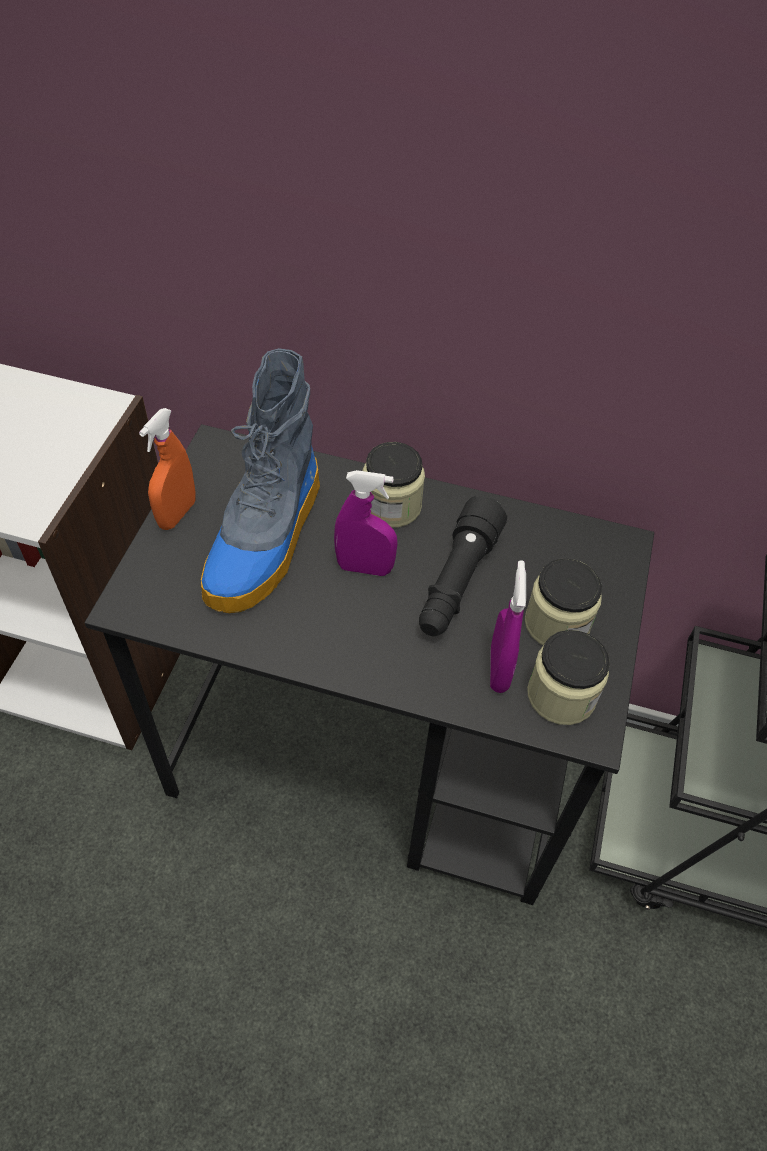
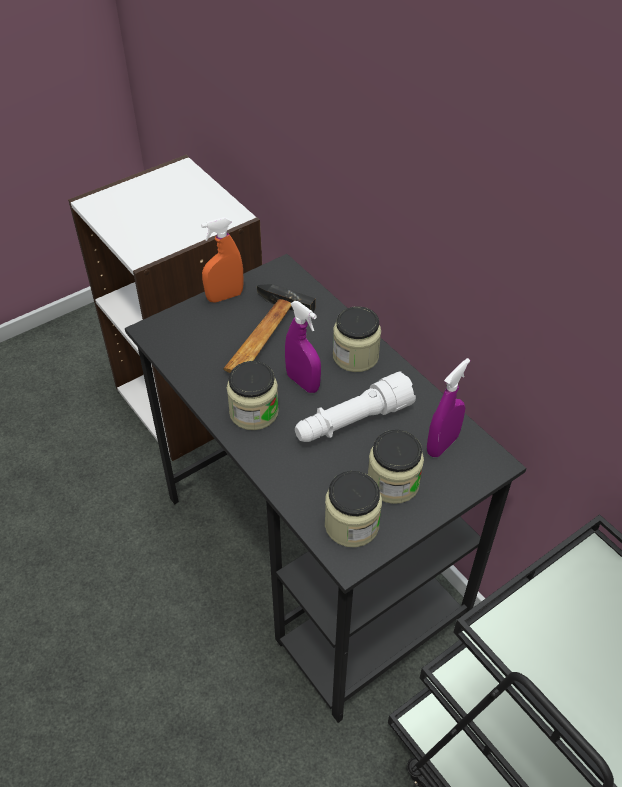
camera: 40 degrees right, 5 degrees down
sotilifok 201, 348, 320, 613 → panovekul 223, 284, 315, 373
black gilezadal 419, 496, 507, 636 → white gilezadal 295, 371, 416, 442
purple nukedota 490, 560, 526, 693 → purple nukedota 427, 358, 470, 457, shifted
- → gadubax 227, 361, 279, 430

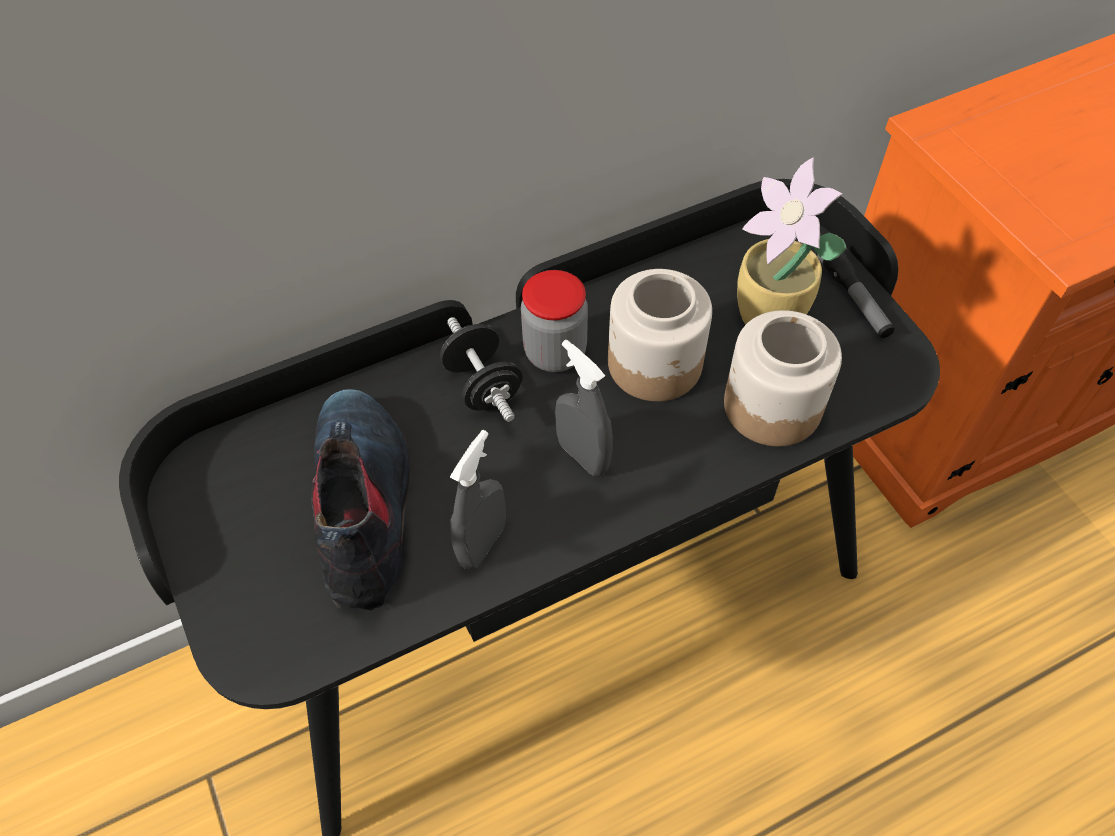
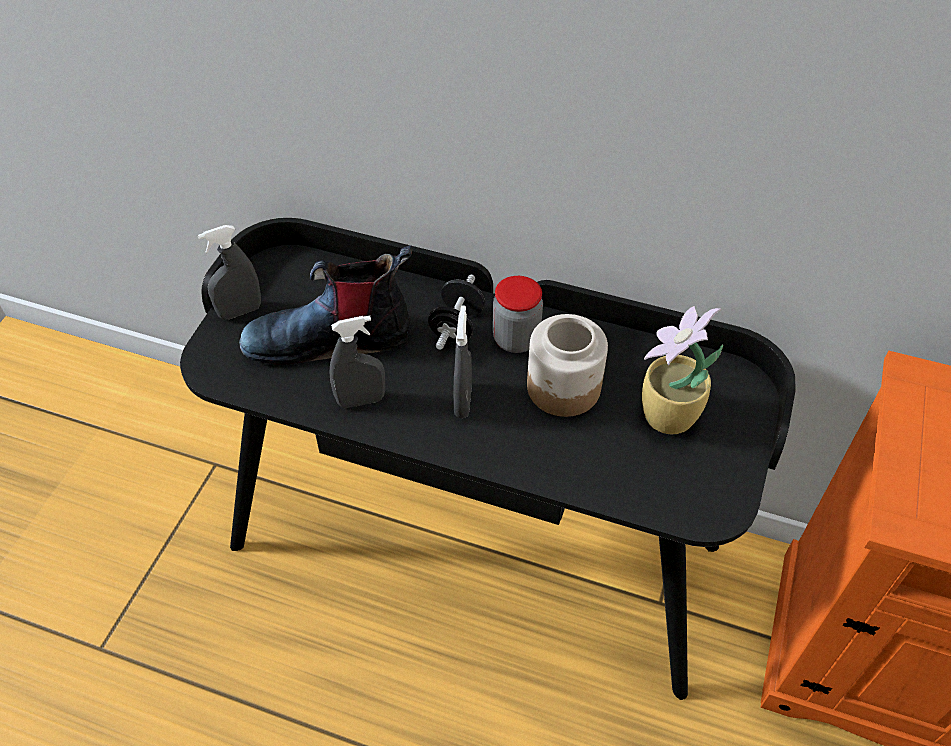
camera: 45 degrees right, 5 degrees down
sotilifok 311, 389, 410, 611 → sotilifok 239, 245, 413, 365, 135 degrees counterclockwise
gadubax 724, 310, 842, 446 → -
gilezadal 816, 252, 895, 338 → -
- → grey nukedota 198, 225, 261, 320

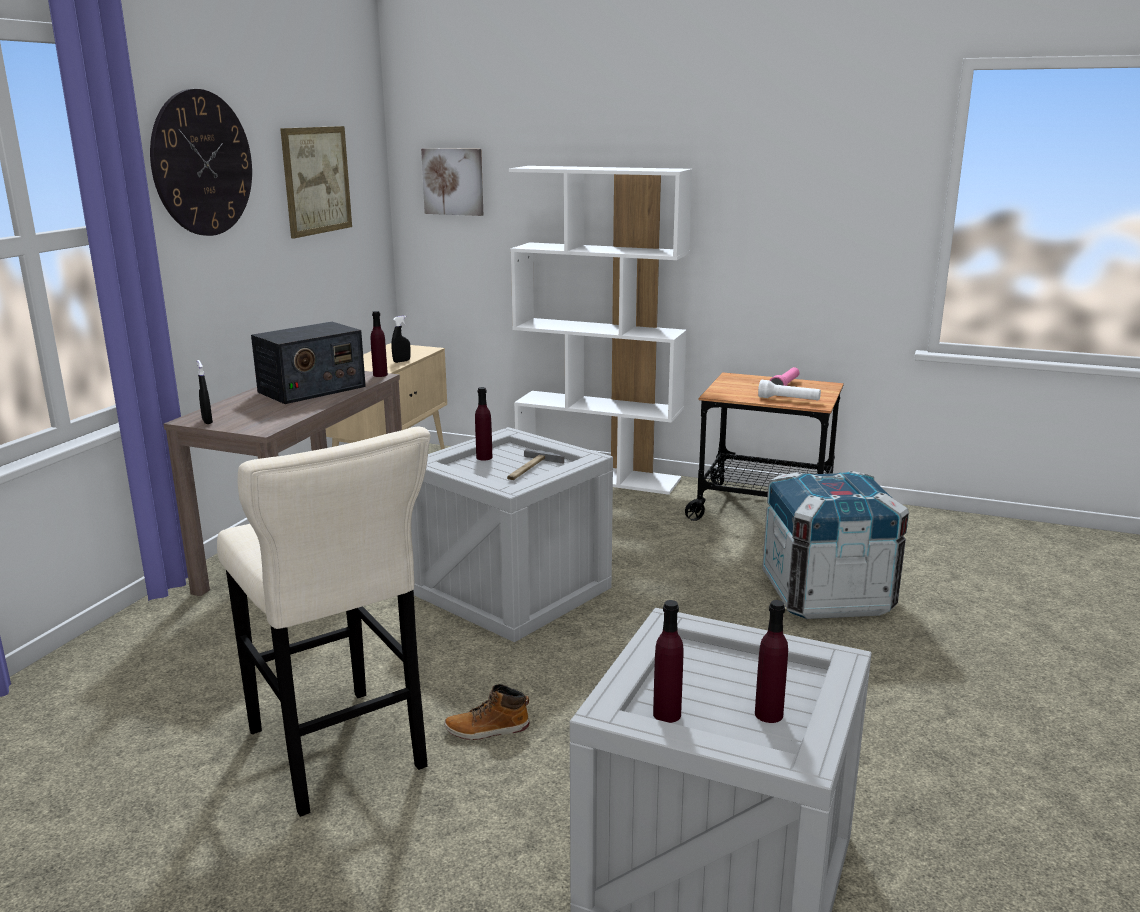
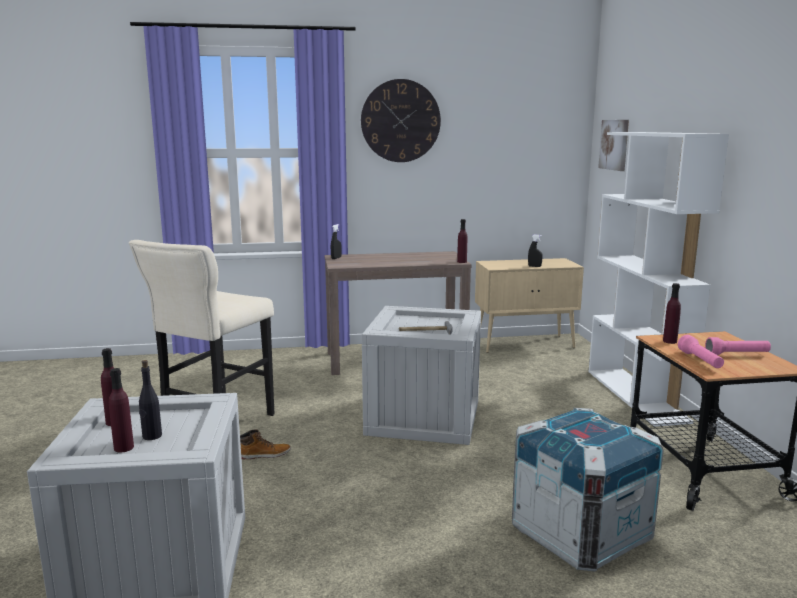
camera: 60 degrees right, 5 degrees down
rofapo 251, 322, 366, 404 → -
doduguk 280, 126, 352, 238 → -
sotilifok 444, 684, 529, 740 → sotilifok 240, 430, 291, 460, 120 degrees clockwise
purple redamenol 475, 387, 492, 460 → purple redamenol 663, 283, 681, 344, shifted
white gilezadal 758, 380, 821, 400 → pink gilezadal 678, 335, 724, 368
- → black redamenol 139, 360, 162, 440

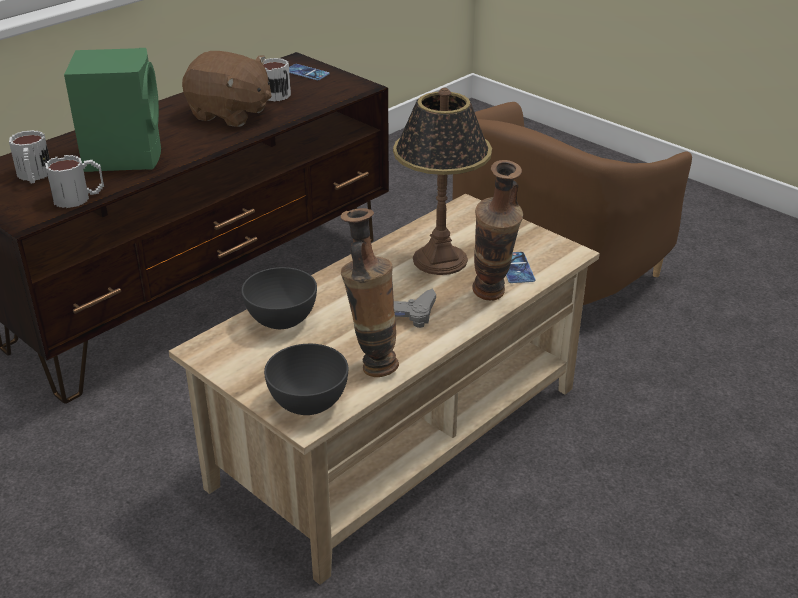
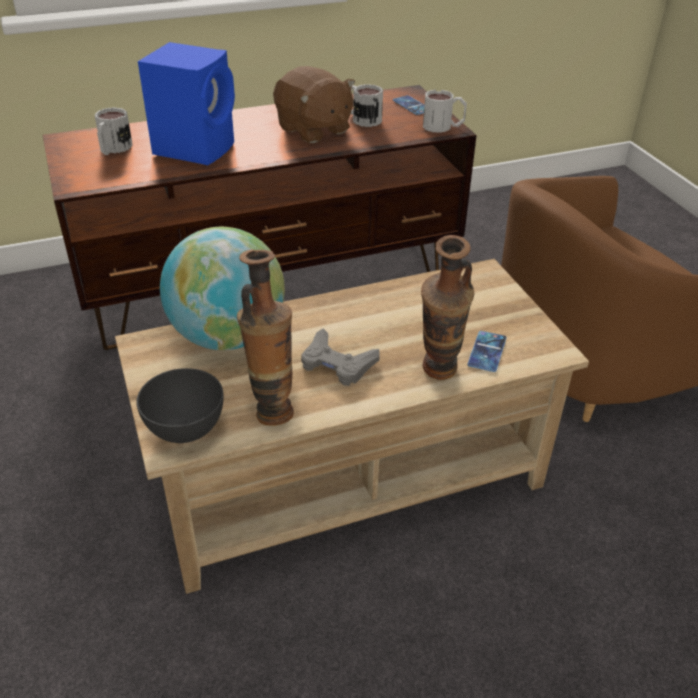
camera: 25 degrees right, 5 degrees up
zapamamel 45, 155, 104, 208 → zapamamel 423, 90, 467, 133, shifted
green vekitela 64, 48, 161, 172 → blue vekitela 138, 42, 235, 165
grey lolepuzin 242, 267, 317, 329 → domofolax 160, 227, 285, 350
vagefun 393, 88, 492, 275 → -

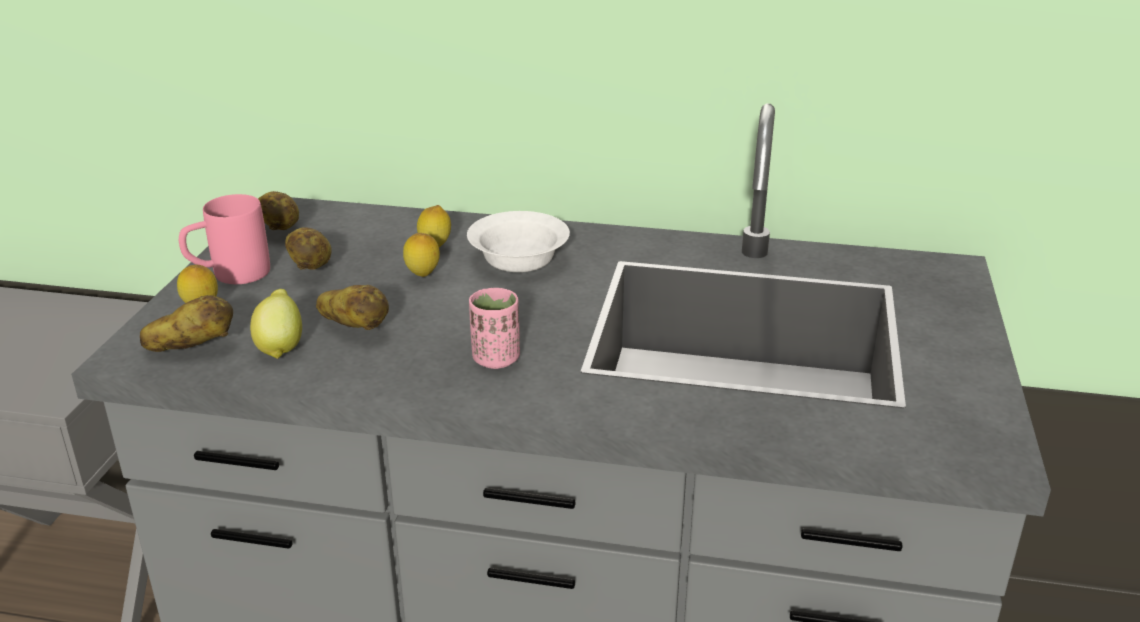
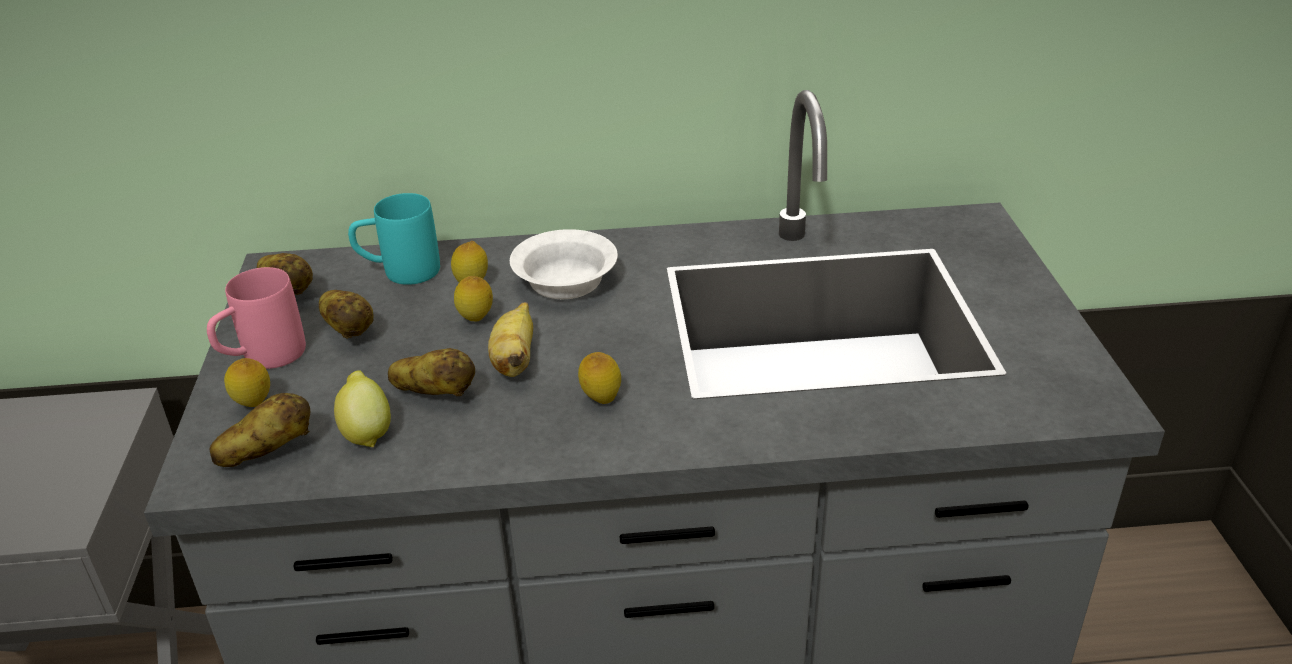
camera: 15 degrees left, 5 degrees up
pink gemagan 469, 288, 520, 369 → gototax 578, 352, 621, 404
- → turquoise zapamamel 348, 193, 440, 285
- → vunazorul 488, 302, 533, 377

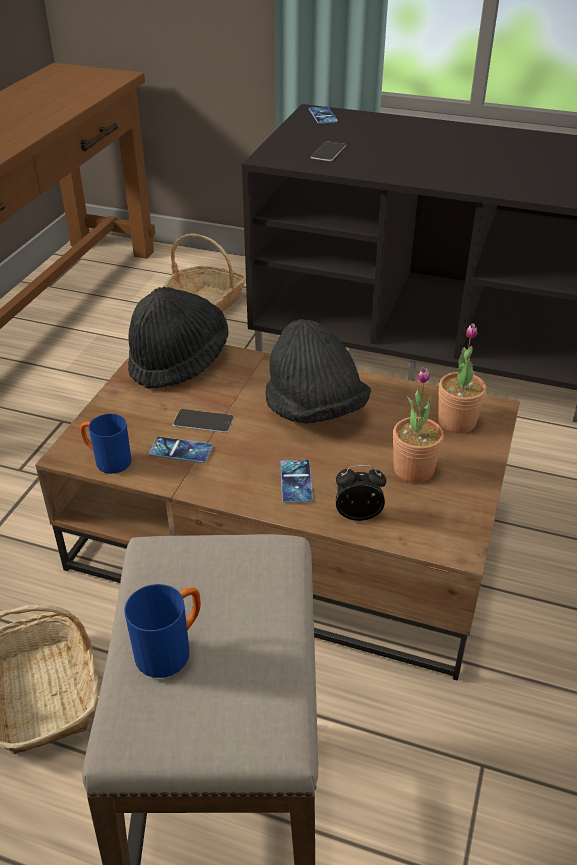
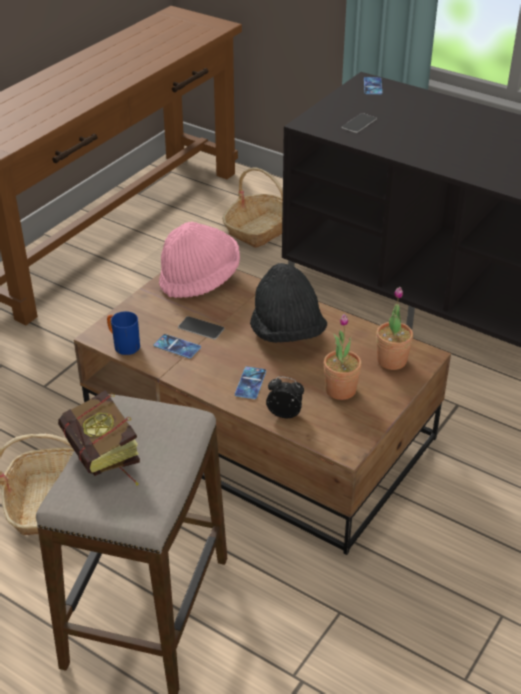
camera: 15 degrees right, 0 degrees up
blue zapamamel 124, 584, 201, 678 → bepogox 58, 390, 140, 486
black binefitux 128, 286, 228, 389 → pink binefitux 159, 222, 240, 298

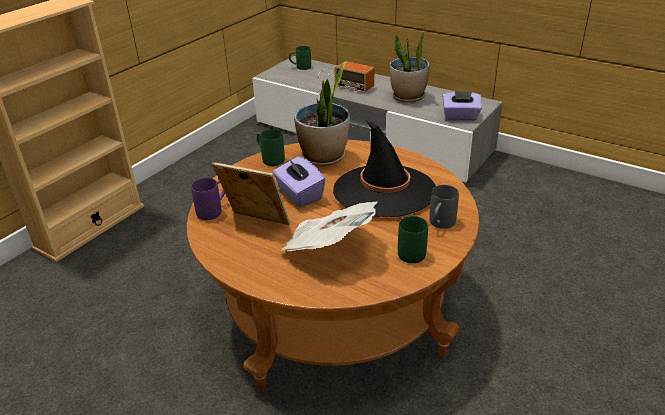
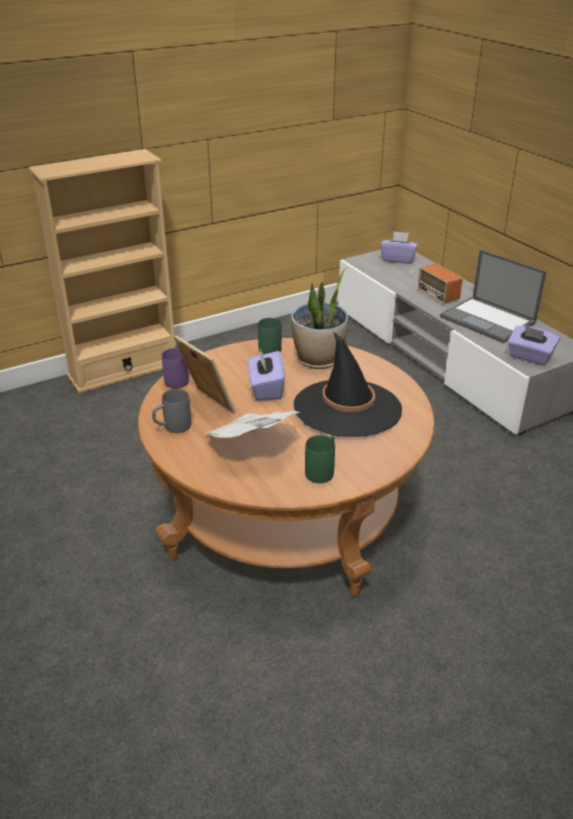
camera: 25 degrees right, 0 degrees up
green zapamamel 289, 46, 311, 70 → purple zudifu 380, 231, 418, 264
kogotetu 390, 30, 429, 102 → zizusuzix 440, 249, 546, 343
grey zapamamel 429, 185, 459, 229 → grey zapamamel 152, 389, 191, 433, shifted

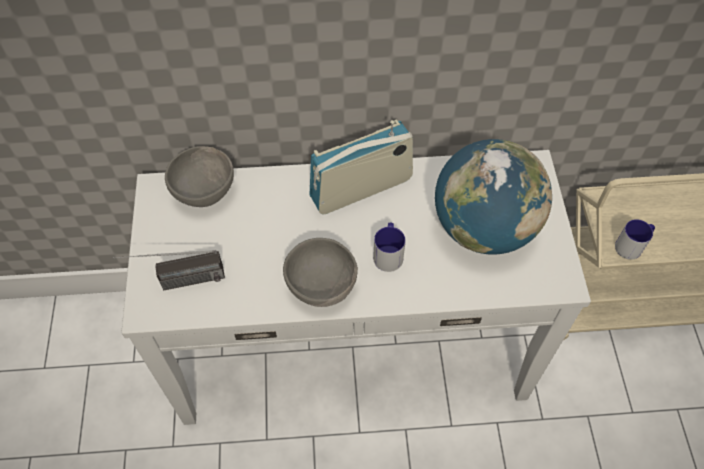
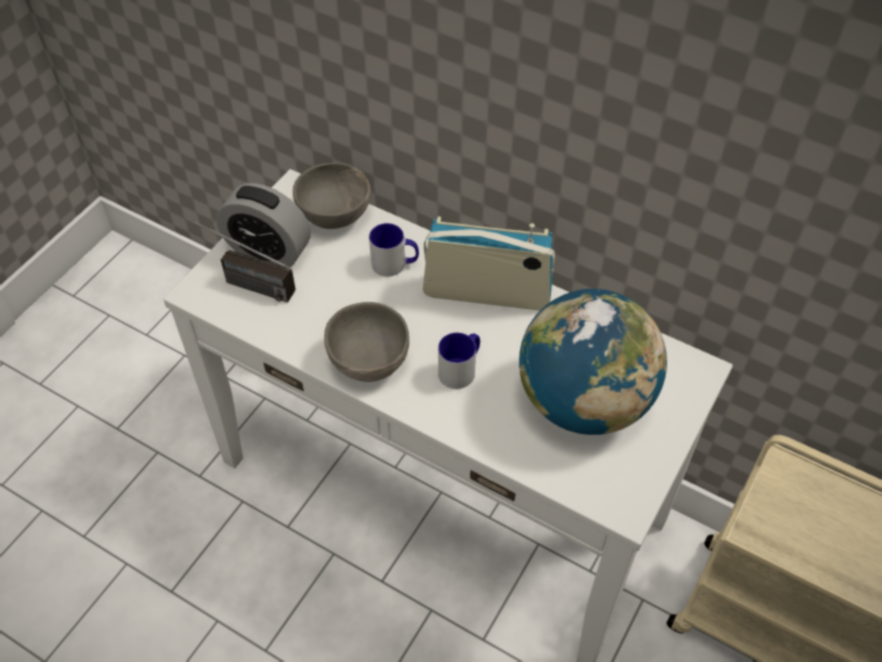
camera: 35 degrees right, 5 degrees down
zapamamel 615, 219, 655, 260 → zapamamel 369, 223, 419, 277, shifted
- → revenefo 216, 183, 311, 268

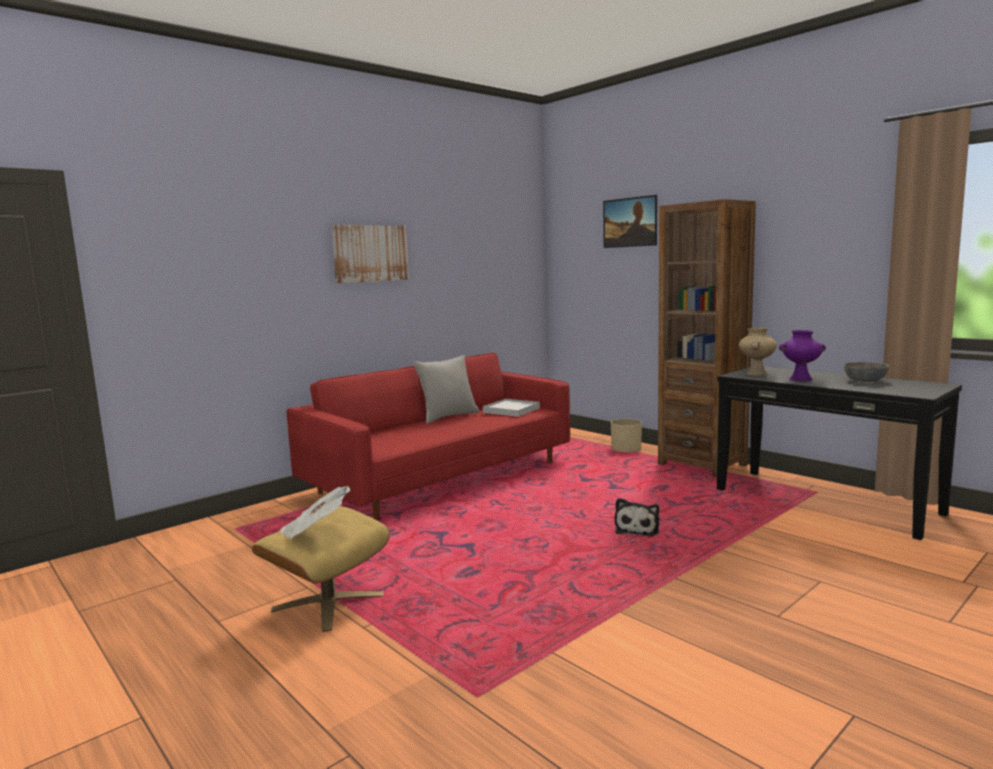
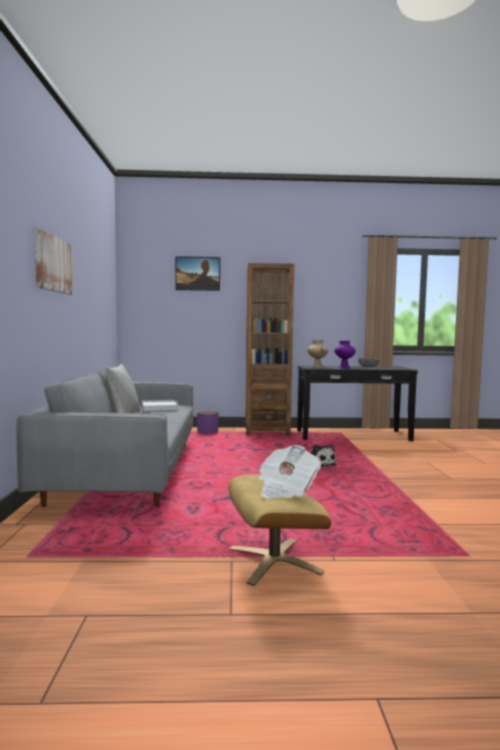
camera: 50 degrees left, 5 degrees down
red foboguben 287, 353, 570, 520 → grey foboguben 16, 365, 193, 507
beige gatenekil 611, 418, 642, 452 → purple gatenekil 197, 410, 219, 433

